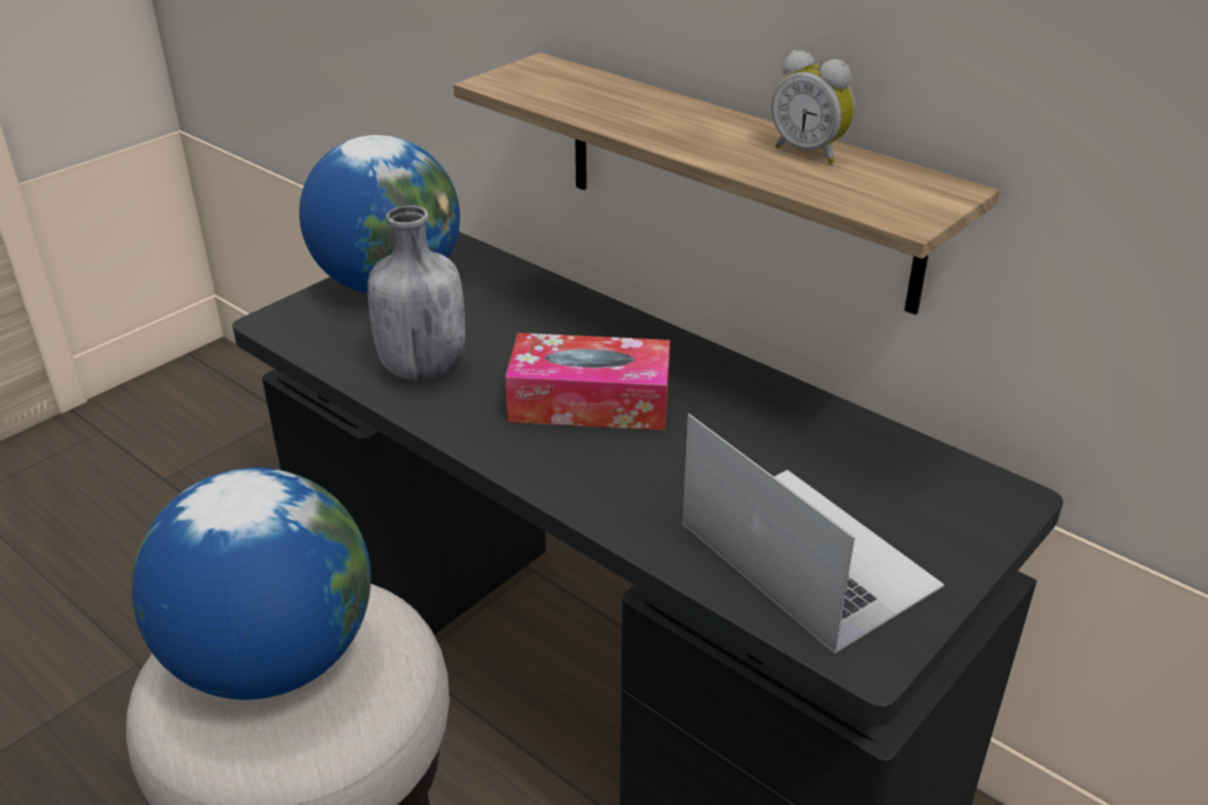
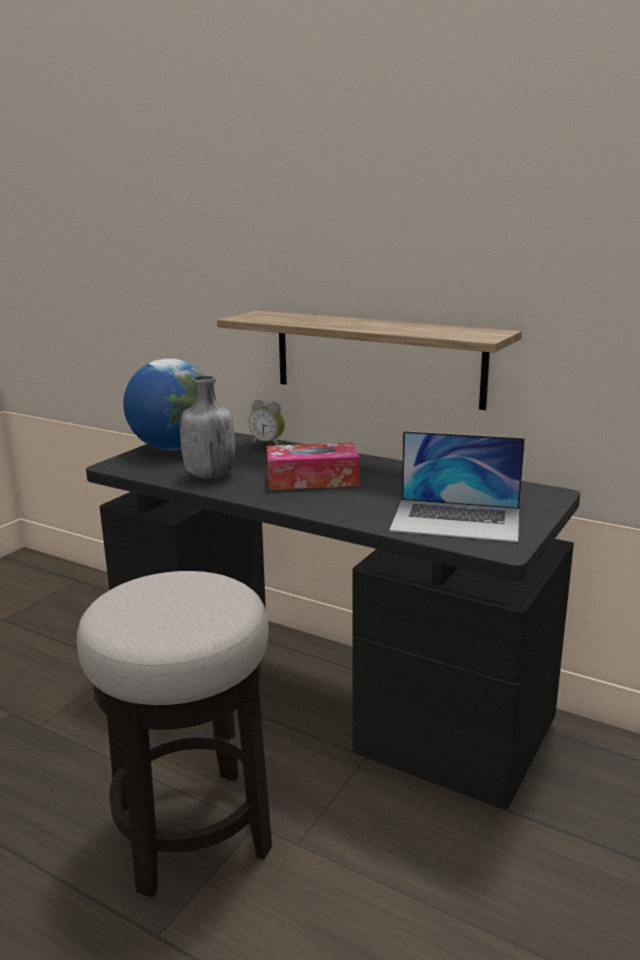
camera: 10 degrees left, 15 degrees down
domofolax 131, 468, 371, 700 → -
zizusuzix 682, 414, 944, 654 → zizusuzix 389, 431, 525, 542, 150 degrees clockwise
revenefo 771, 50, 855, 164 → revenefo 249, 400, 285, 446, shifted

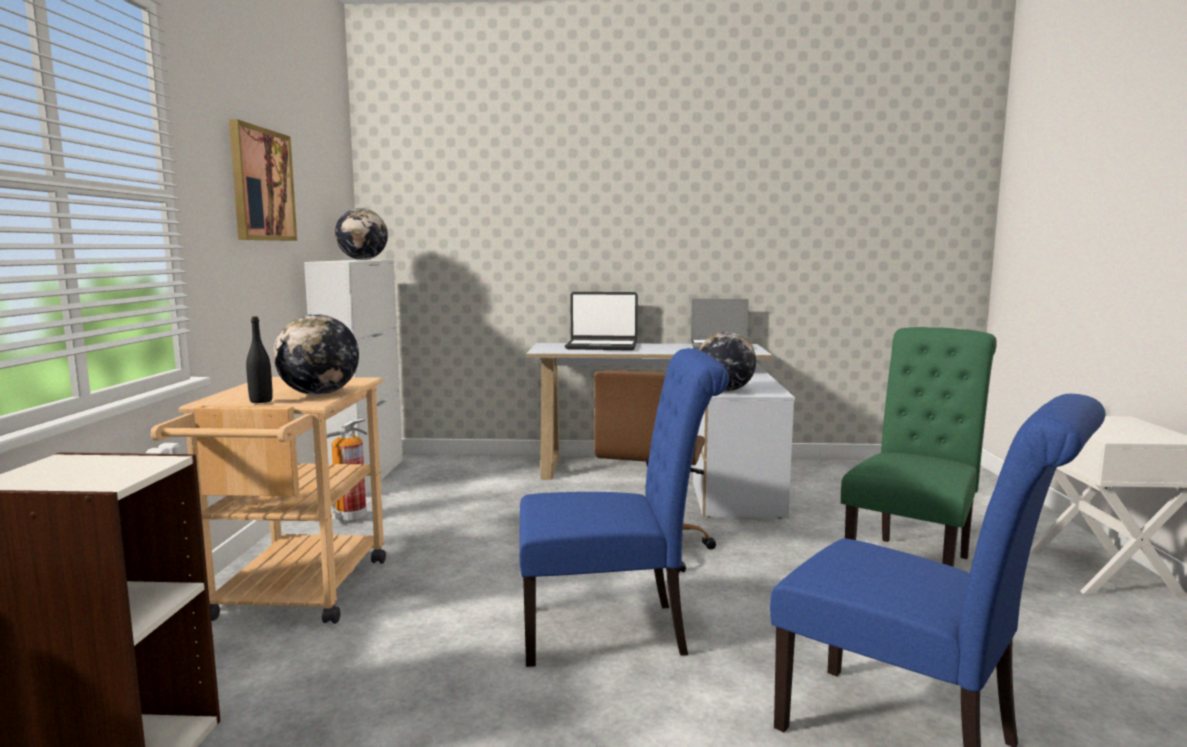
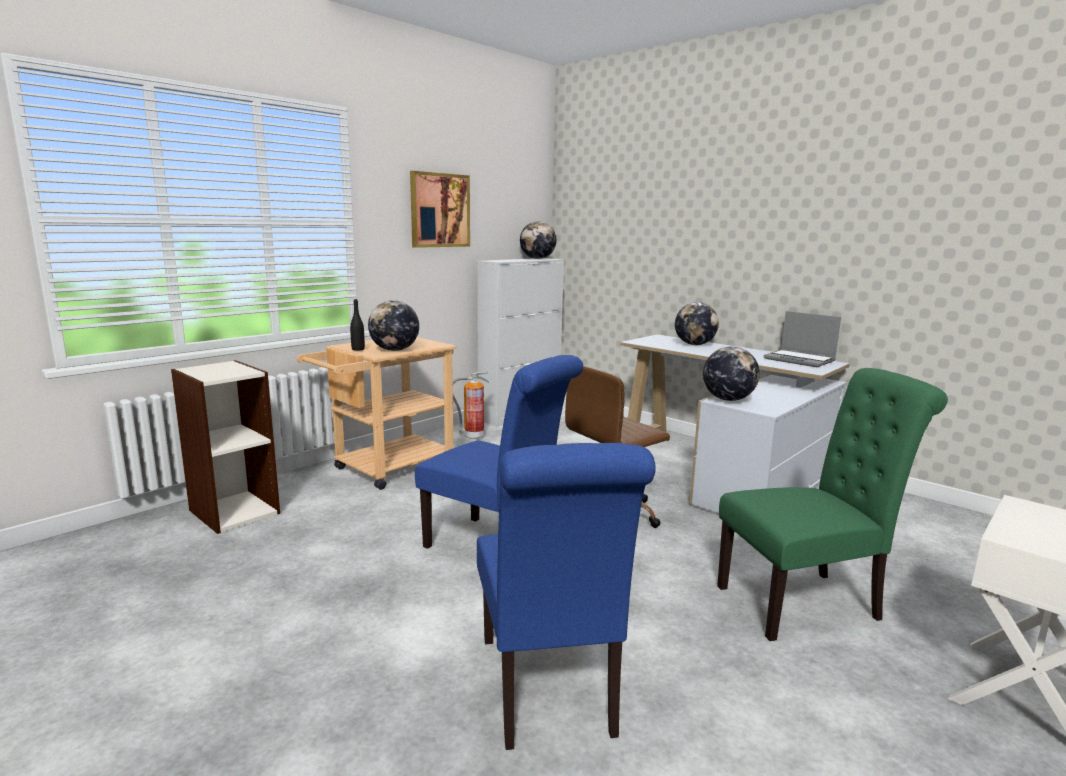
camera: 40 degrees right, 5 degrees up
zizusuzix 565, 292, 638, 350 → domofolax 675, 302, 719, 345

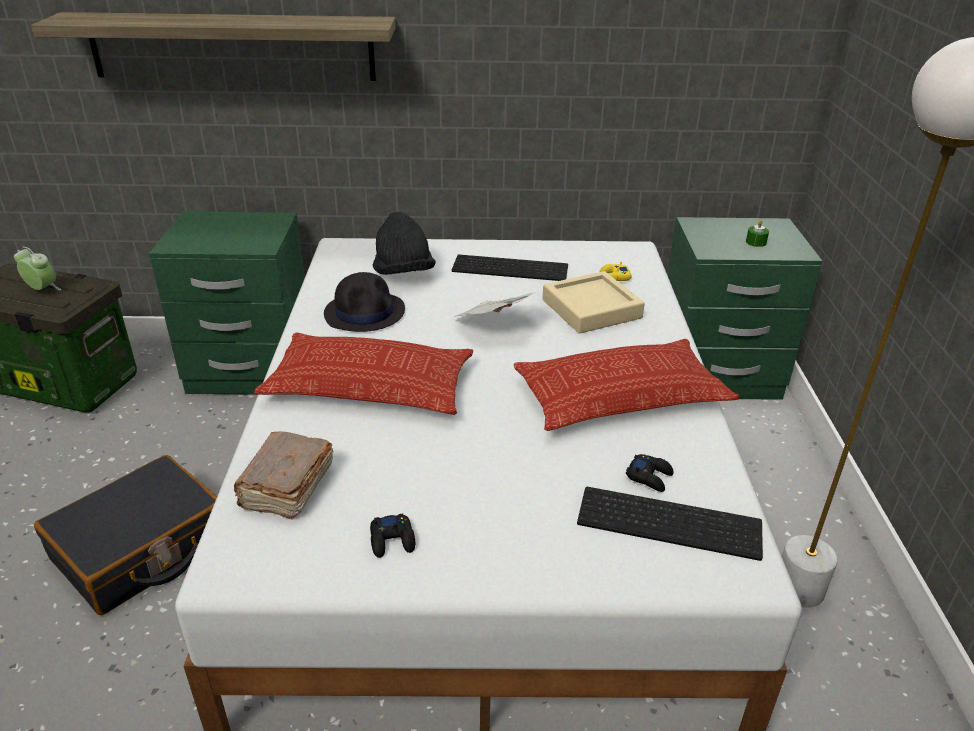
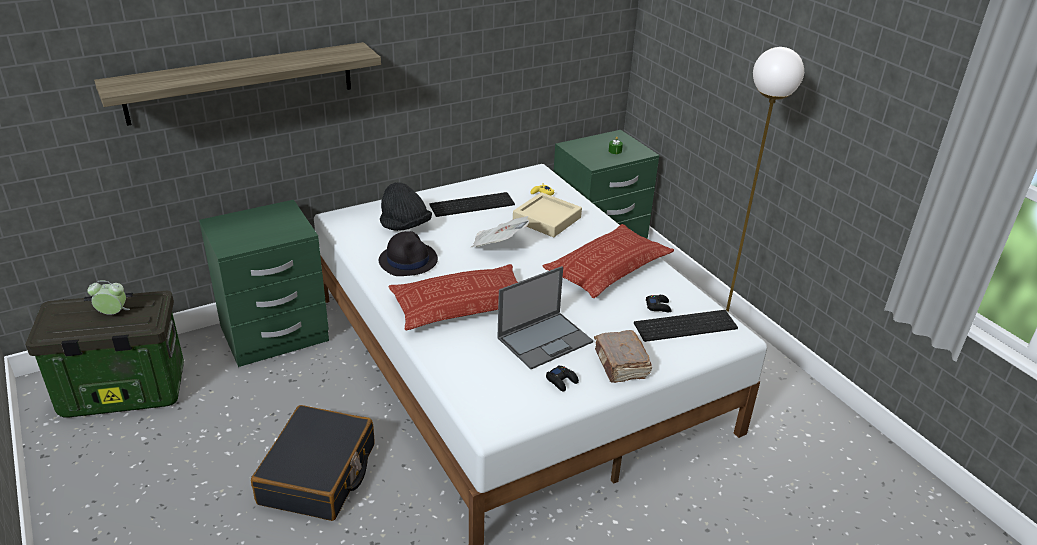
camera: 30 degrees left, 0 degrees up
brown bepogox 234, 431, 333, 520 → brown bepogox 594, 330, 652, 383, shifted
- → zizusuzix 497, 266, 593, 369

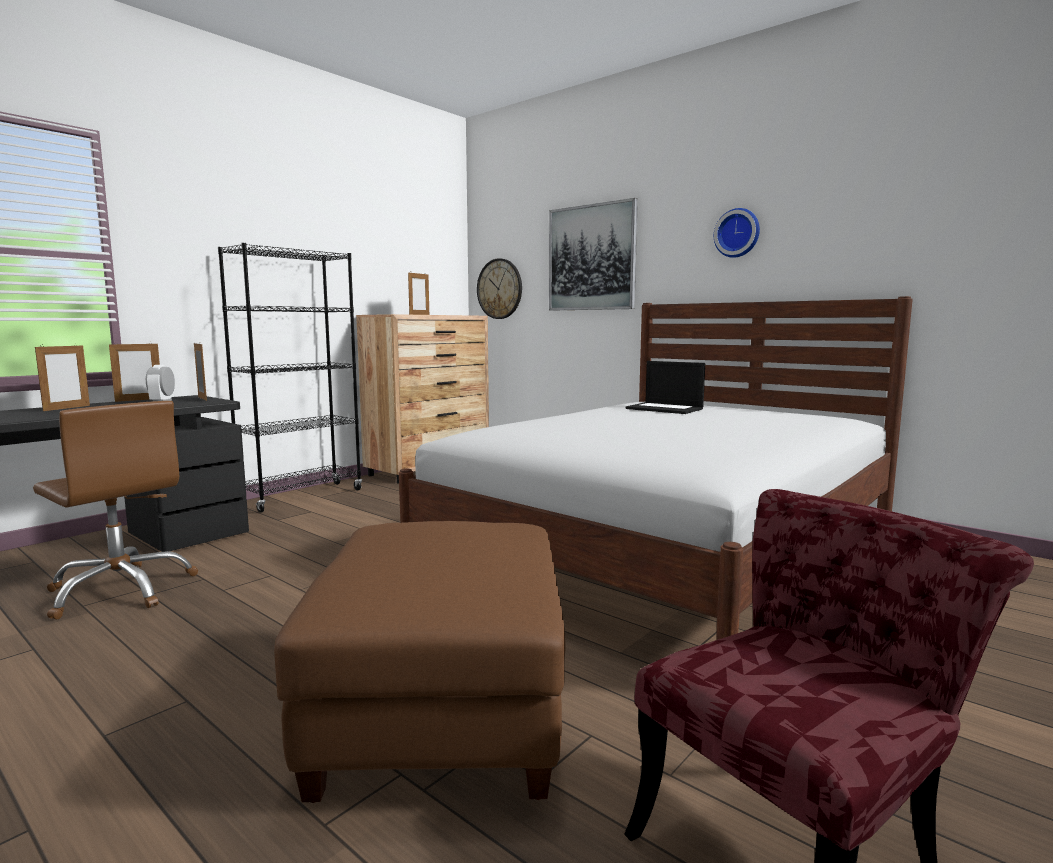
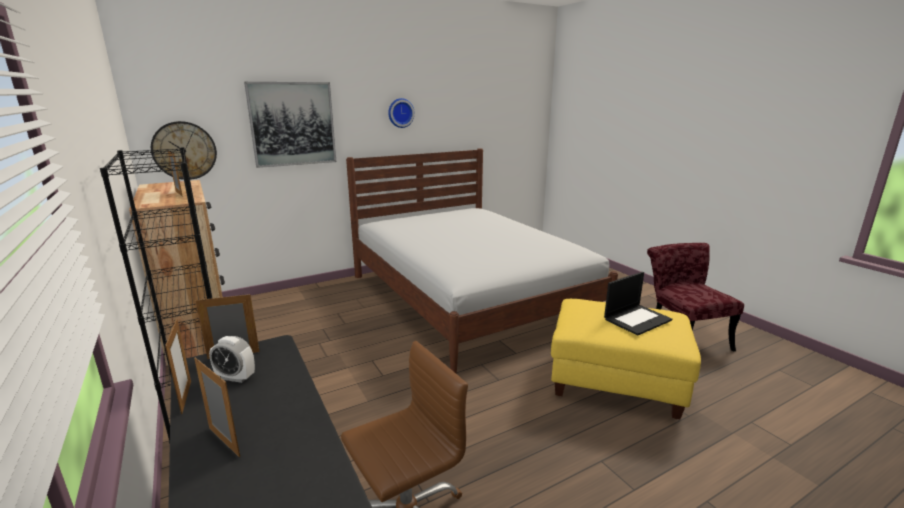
camera: 70 degrees left, 10 degrees up
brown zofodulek 274, 521, 565, 803 → yellow zofodulek 551, 299, 701, 419
zizusuzix 626, 361, 705, 414 → zizusuzix 604, 272, 672, 336, shifted

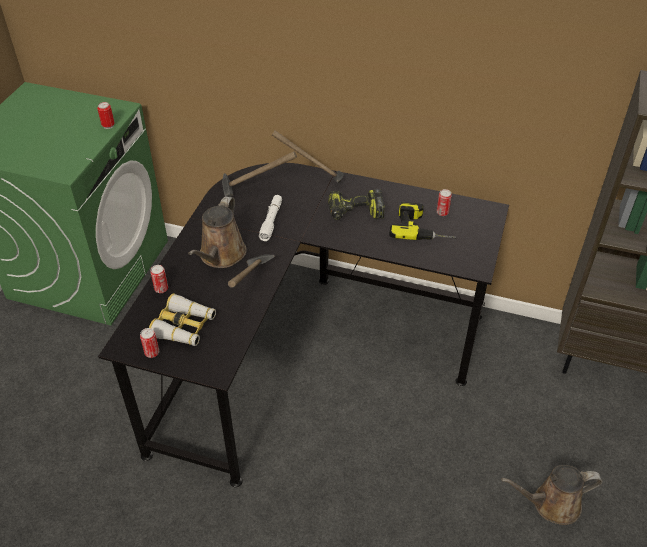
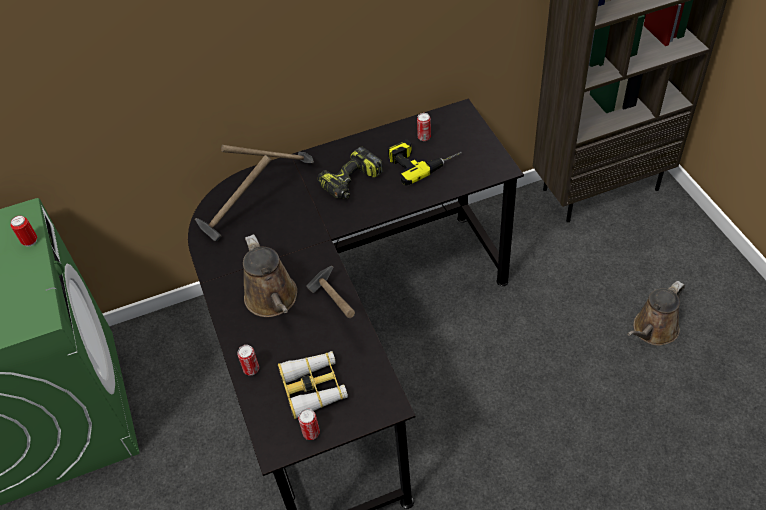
camera: 35 degrees left, 5 degrees up
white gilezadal 259, 195, 282, 241 → -

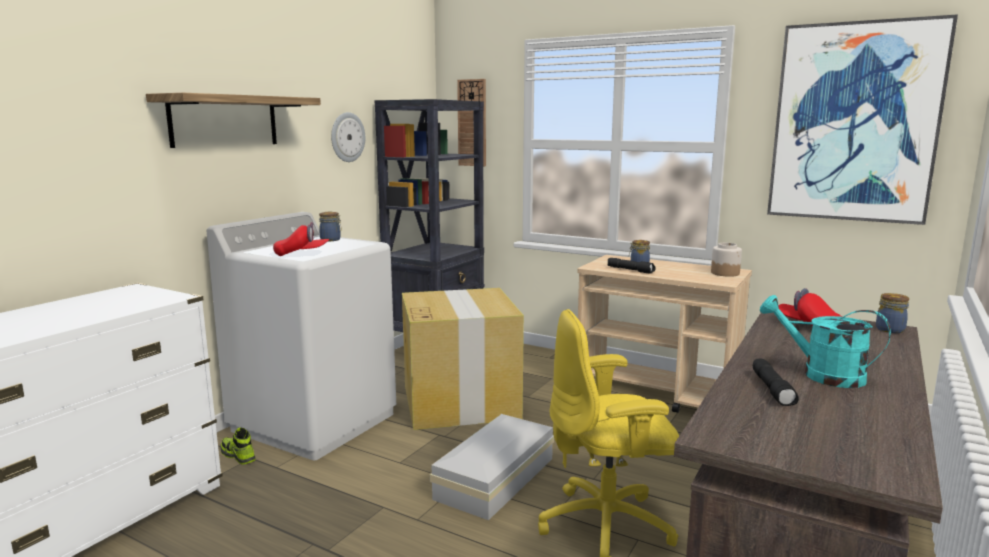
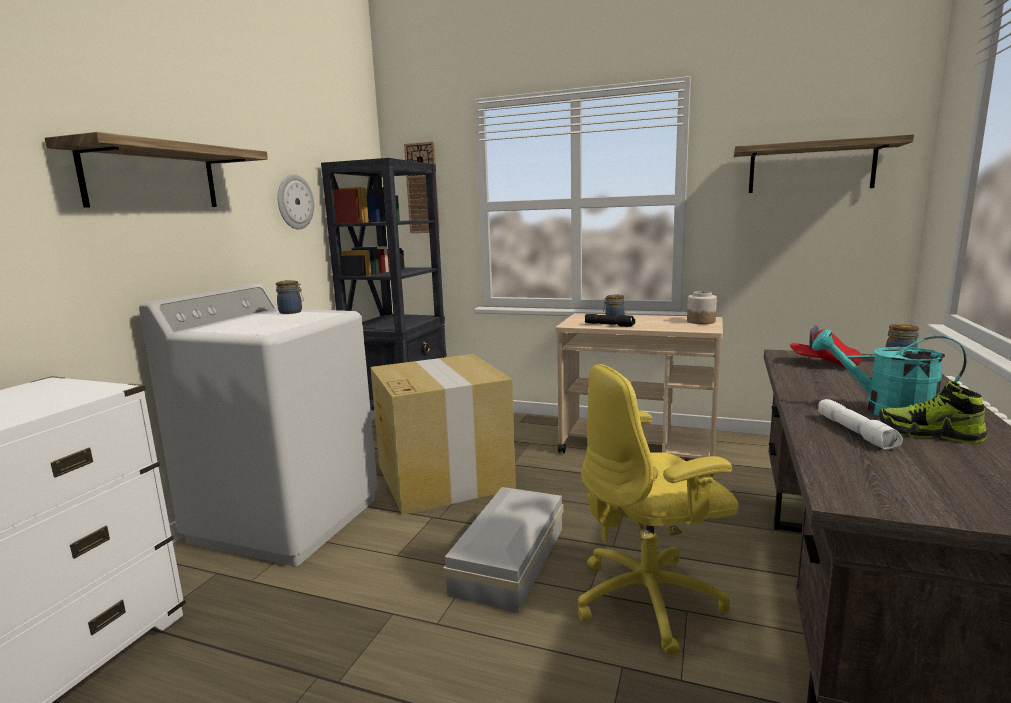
camera: 10 degrees left, 0 degrees up
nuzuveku 221, 428, 256, 465 → nuzuveku 879, 381, 987, 443, shifted
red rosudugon 273, 222, 329, 256 → -
black gilezadal 753, 358, 799, 406 → white gilezadal 818, 399, 903, 449
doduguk 767, 14, 958, 225 → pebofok 734, 134, 914, 193

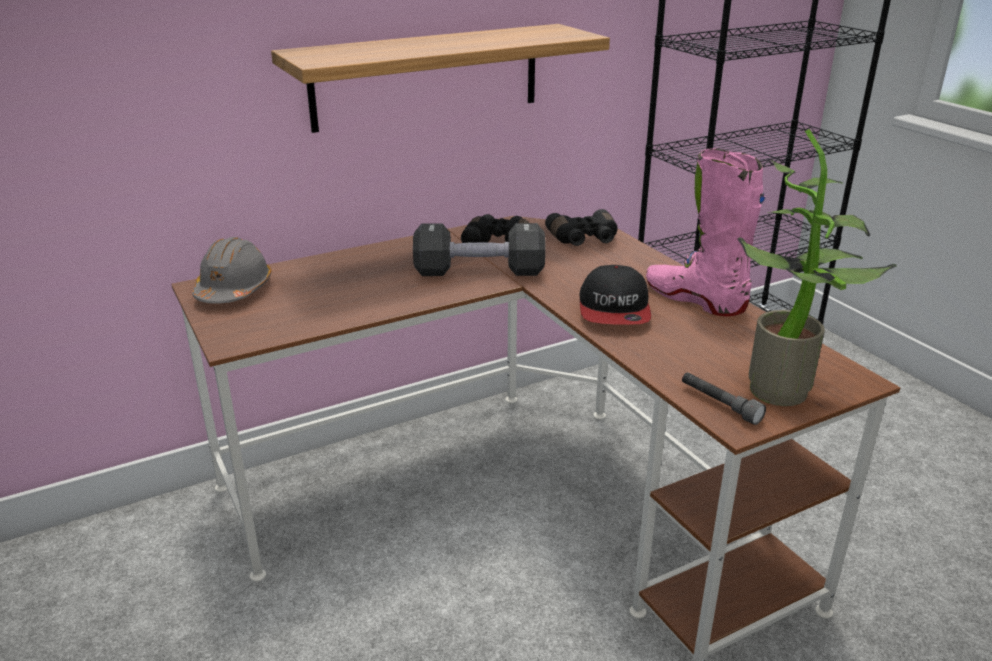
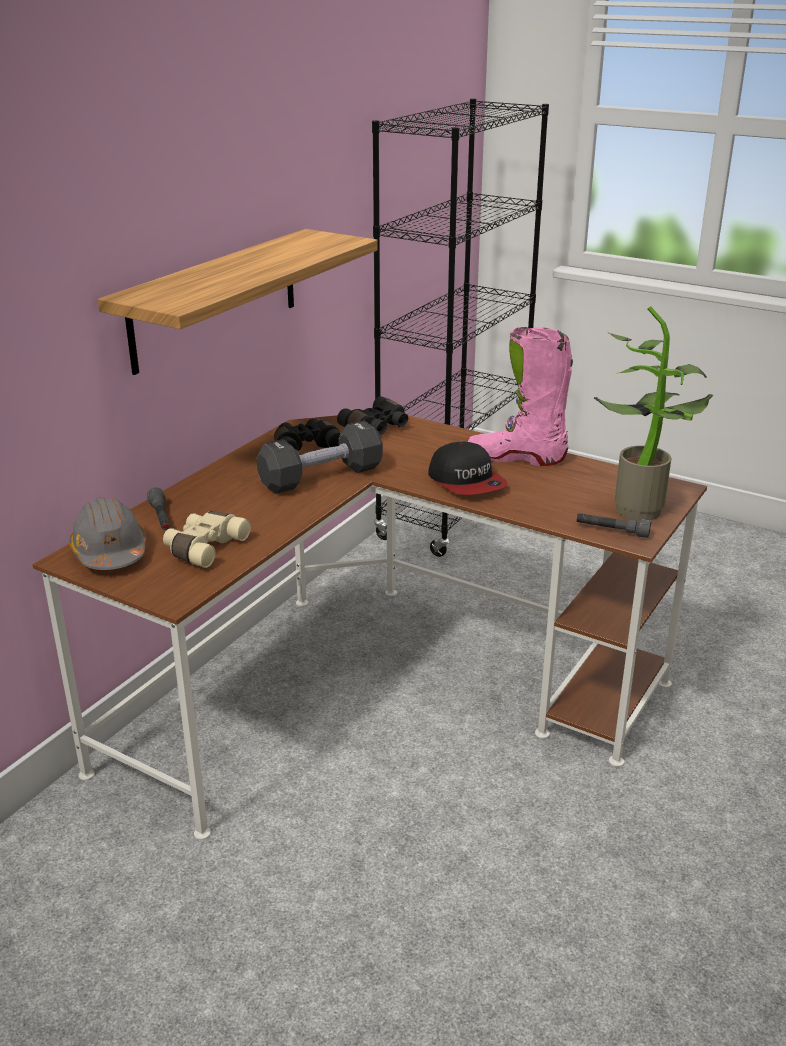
camera: 30 degrees left, 0 degrees up
- → grey gilezadal 147, 488, 170, 530
- → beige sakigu 163, 511, 251, 568

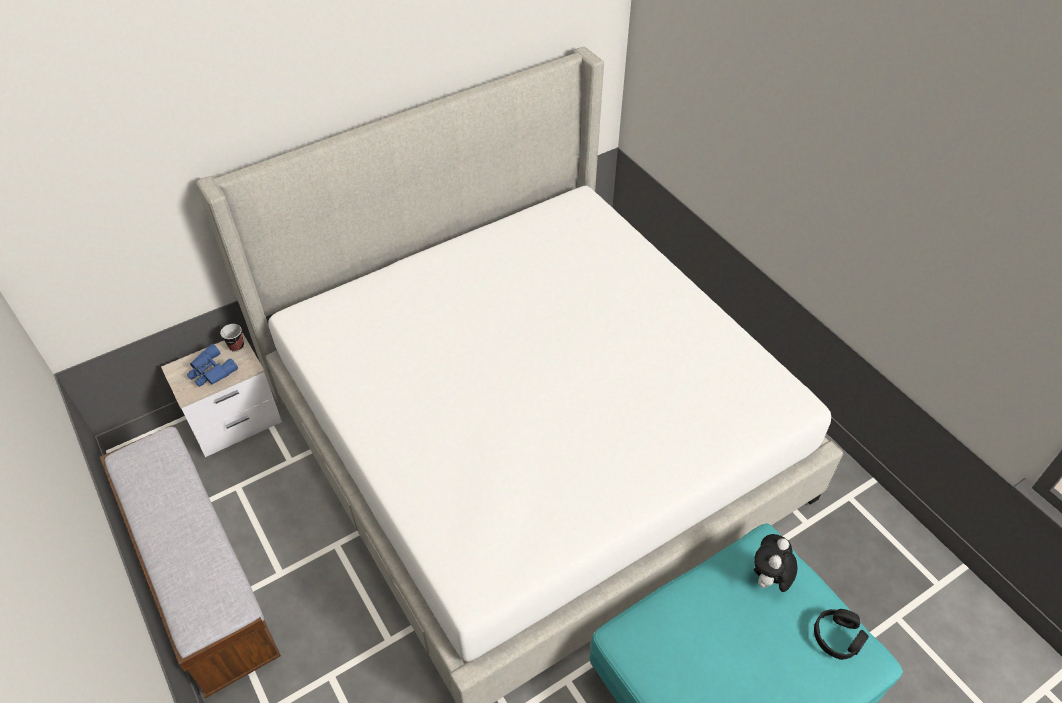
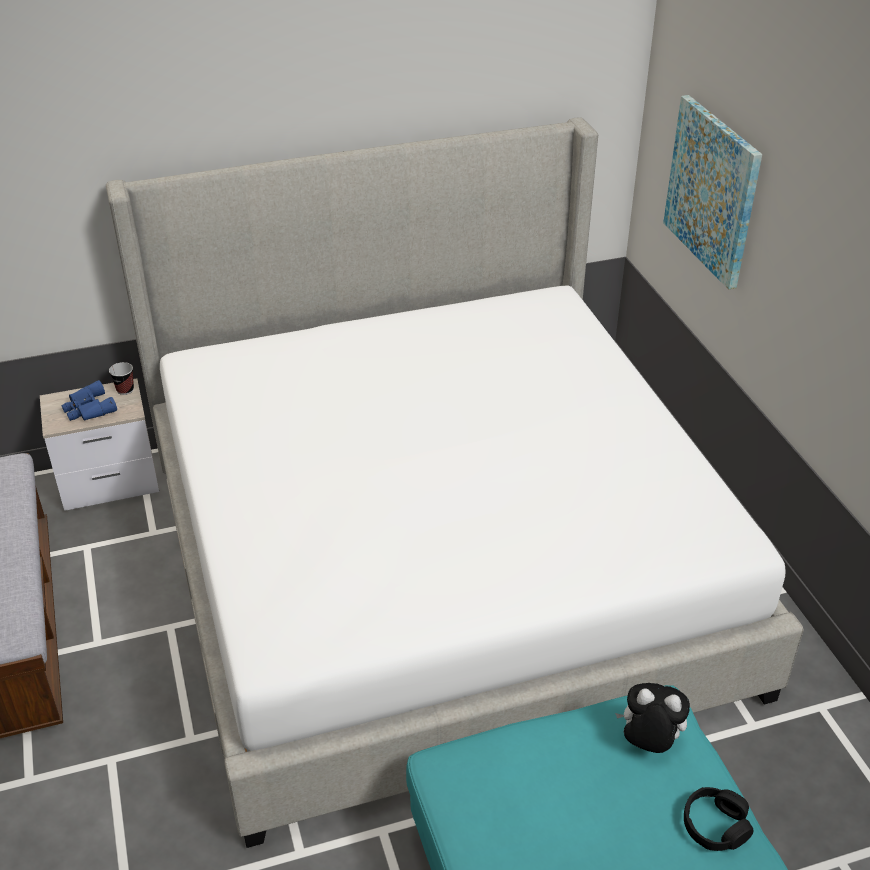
camera: 15 degrees right, 10 degrees down
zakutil 754, 534, 798, 592 → zakutil 615, 683, 690, 753, 60 degrees clockwise
- → doduguk 663, 95, 762, 290

